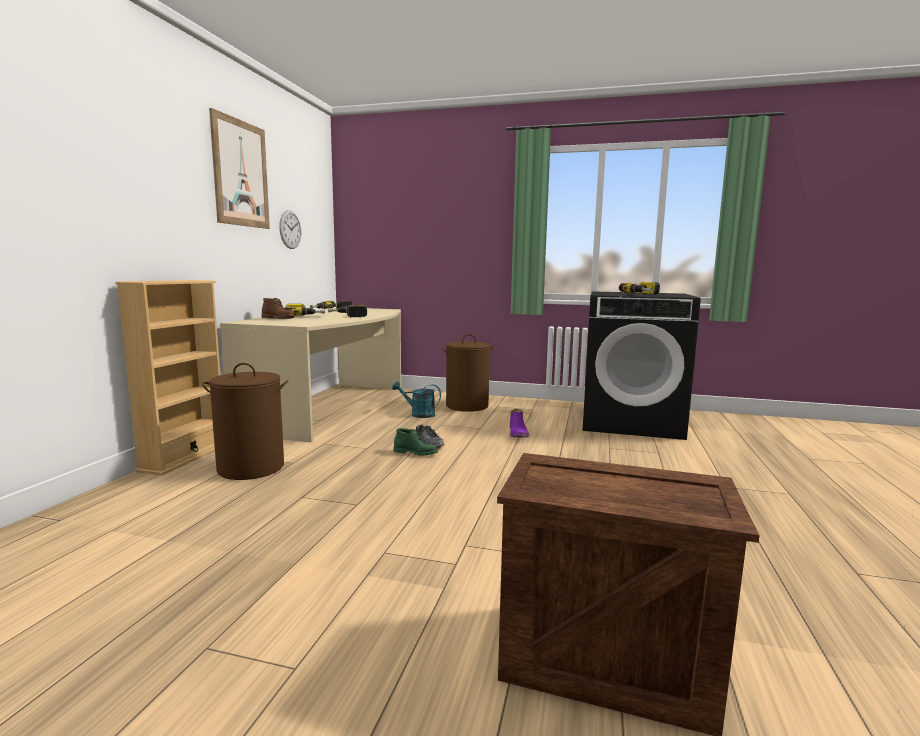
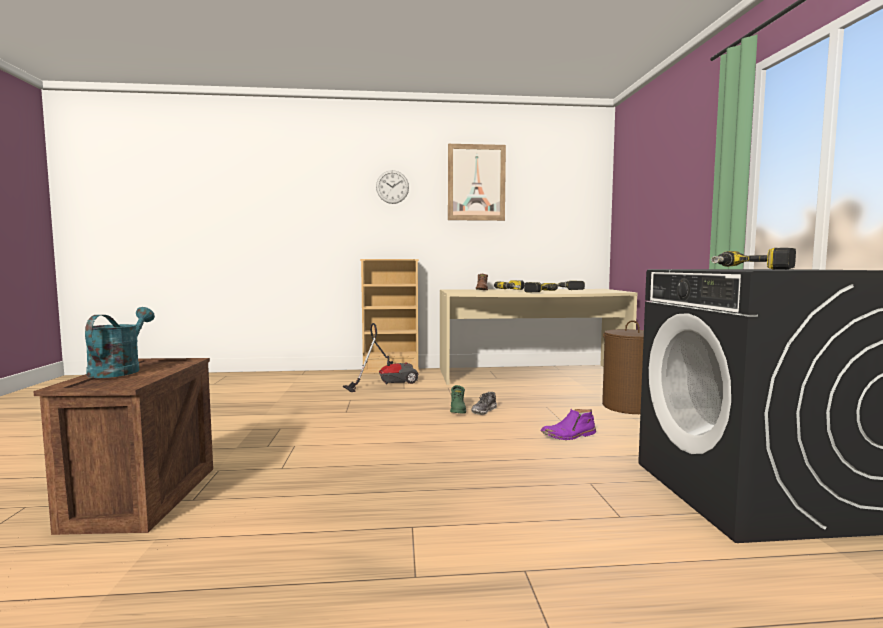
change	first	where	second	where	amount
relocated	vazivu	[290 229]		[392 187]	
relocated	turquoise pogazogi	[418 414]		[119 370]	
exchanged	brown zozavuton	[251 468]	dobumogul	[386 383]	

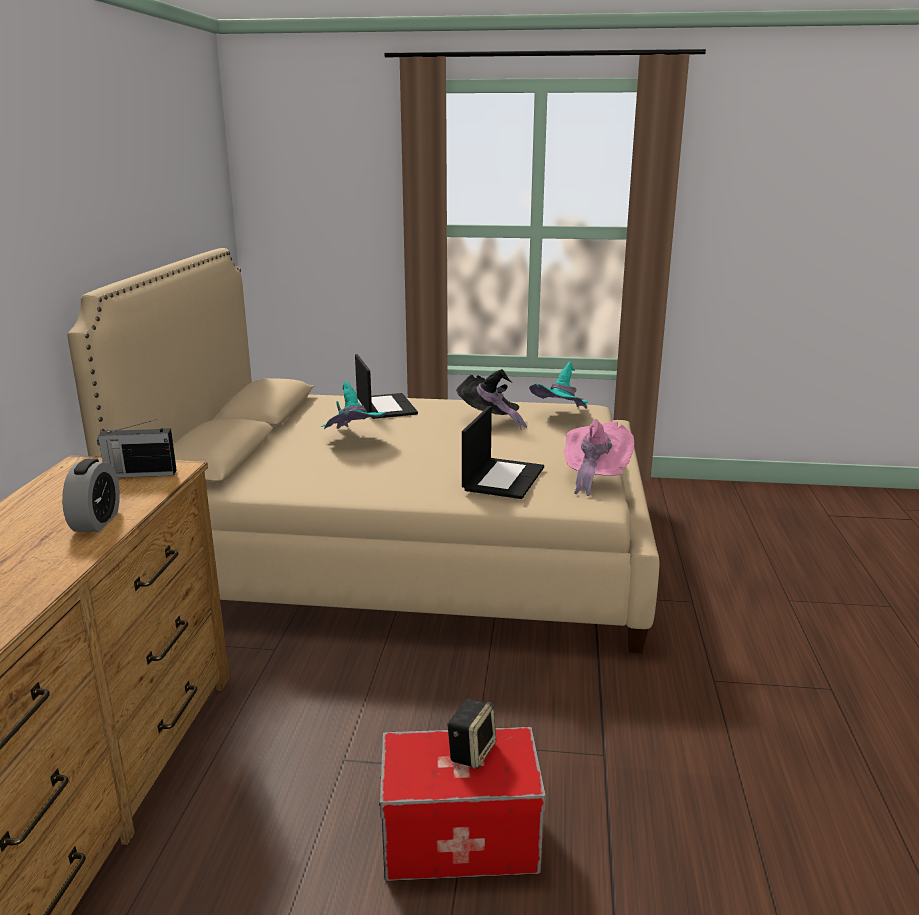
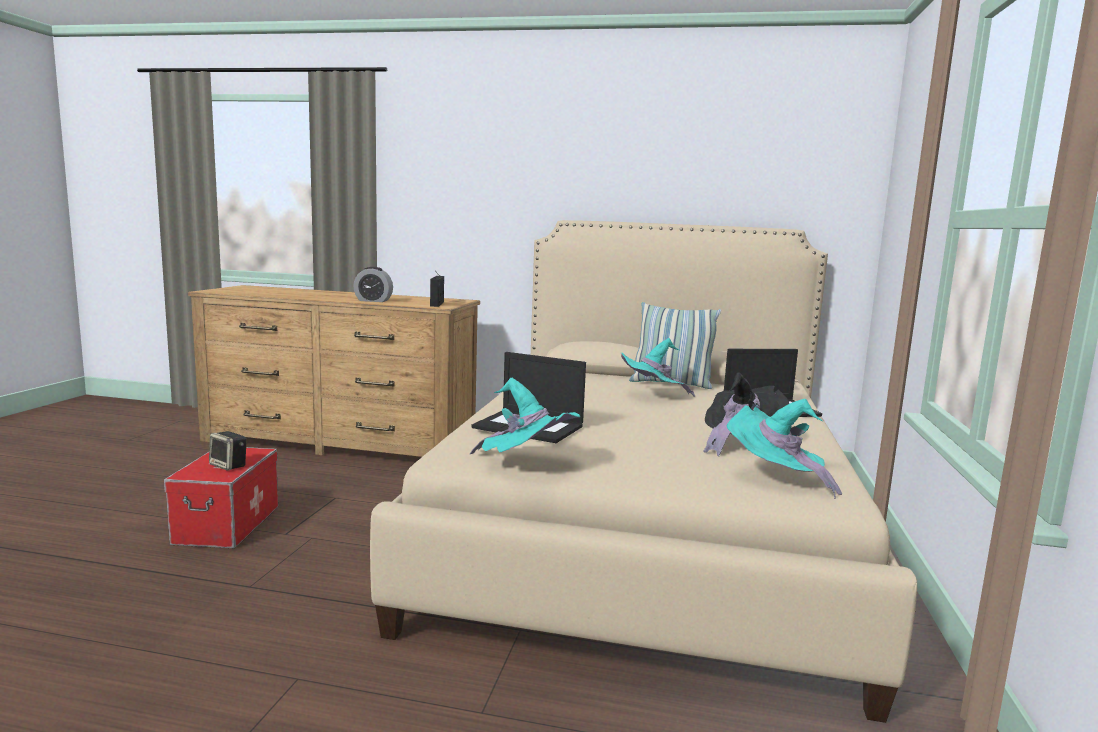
change	first	where	second	where	amount
appeared			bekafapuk	[671 383]	
colour	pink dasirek	[594 476]	turquoise dasirek	[526 463]	

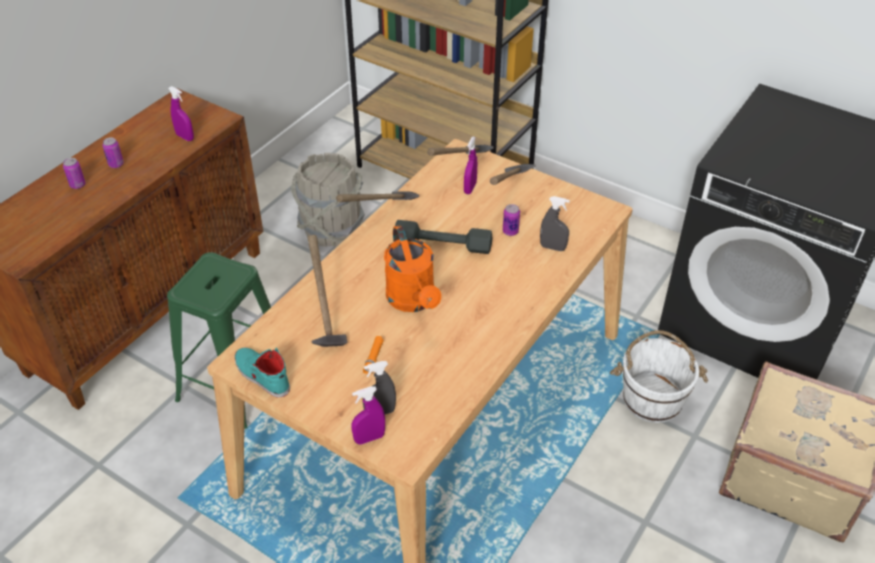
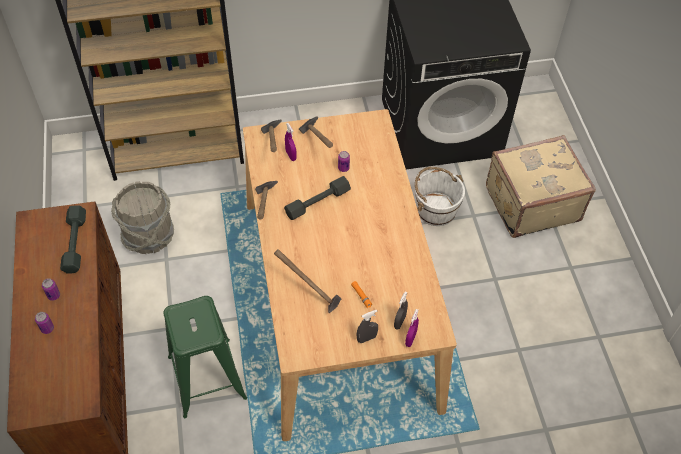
change	first	where	second	where	amount
missing	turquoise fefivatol	[261 375]			
missing	orange pogazogi	[414 301]			
relocated	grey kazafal	[552 247]		[366 338]	
exchanged	purple kazafal	[185 137]	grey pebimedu	[75 243]	

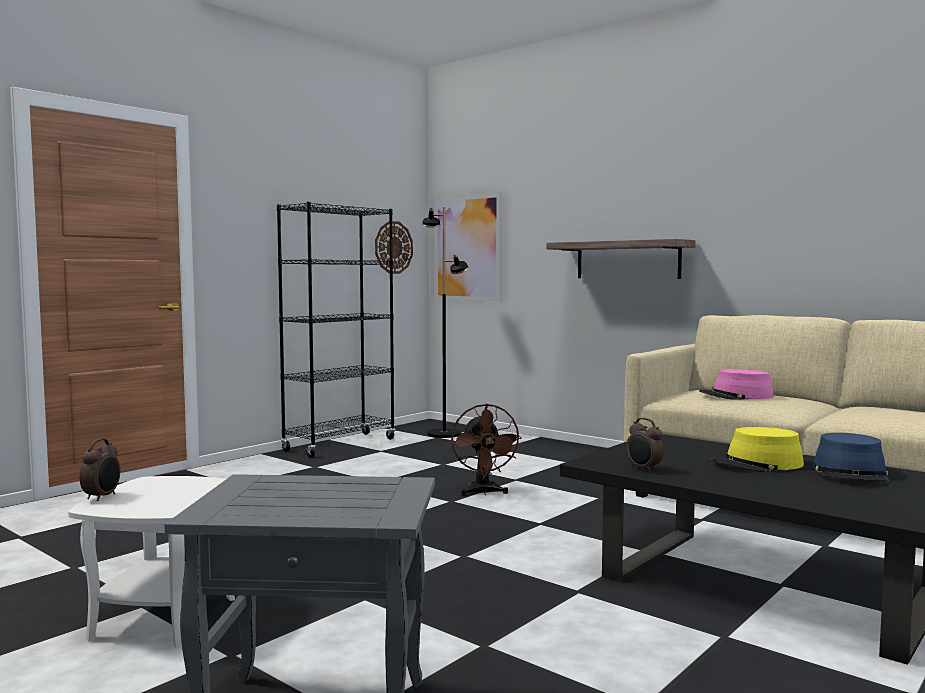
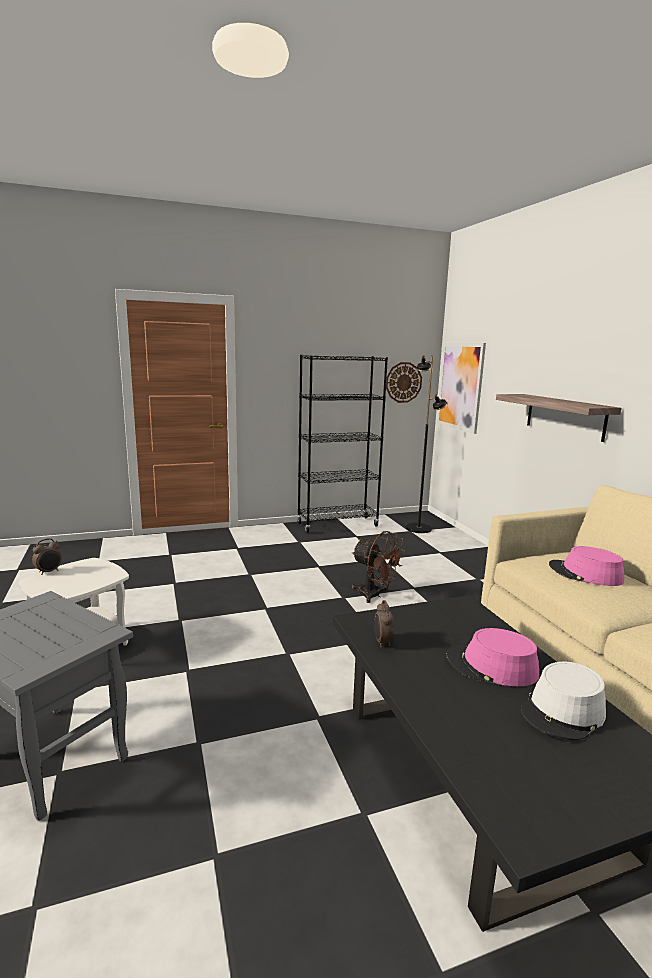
change	first	where	second	where	amount
colour	yellow dasirek	[757 464]	pink dasirek	[491 667]	
colour	blue dasirek	[850 473]	white dasirek	[563 712]	
spun	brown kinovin	[483 493]		[374 595]	75 degrees counterclockwise

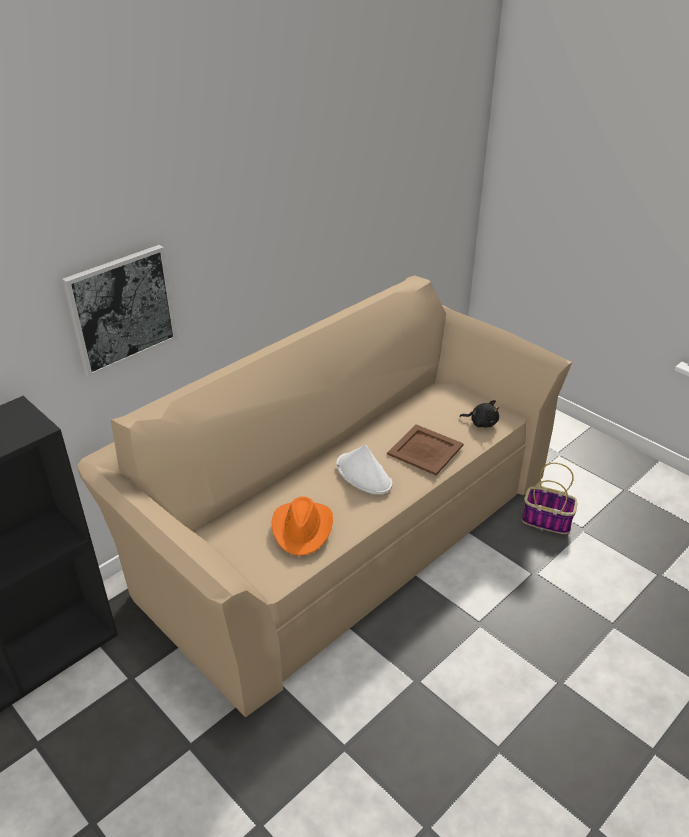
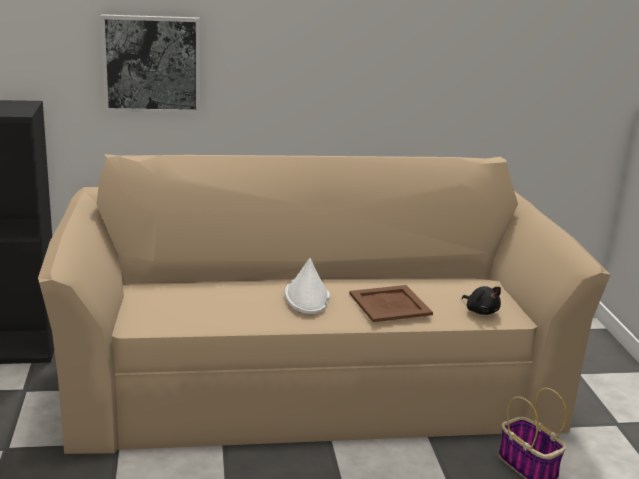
change	first	where	second	where	amount
missing	orange dasirek	[302 528]			

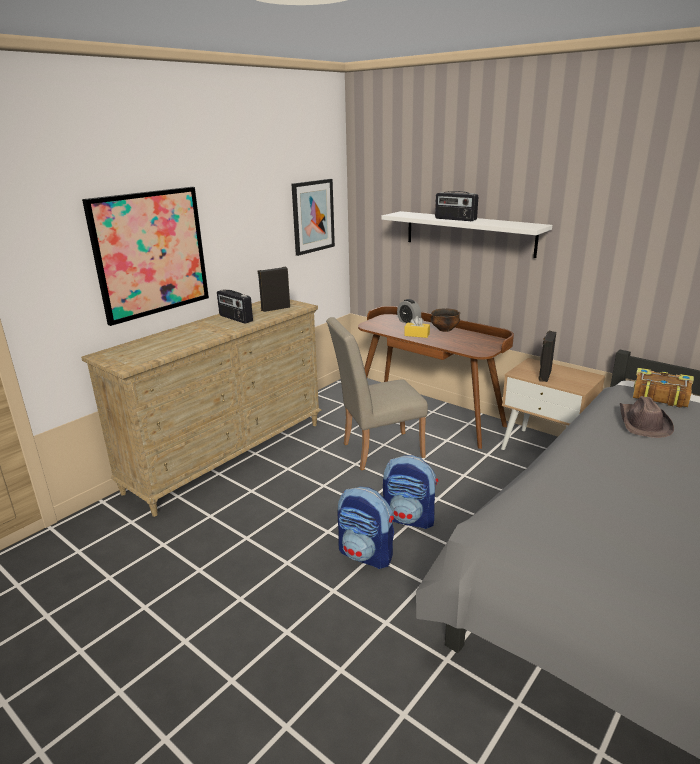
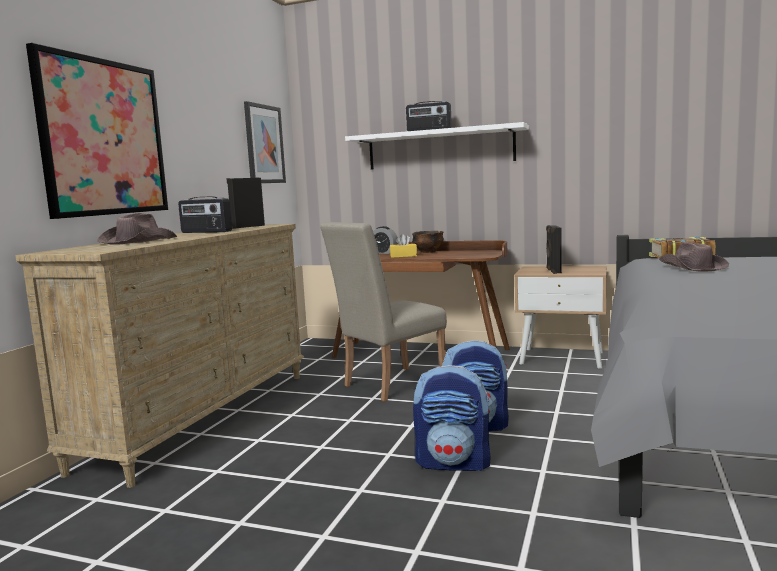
change	first	where	second	where	amount
appeared			brown dasirek	[137 241]	

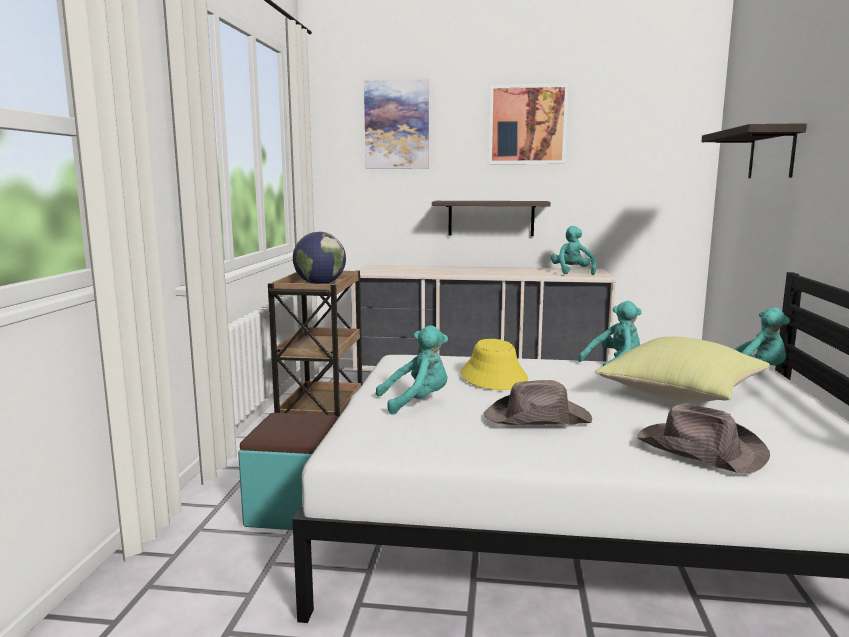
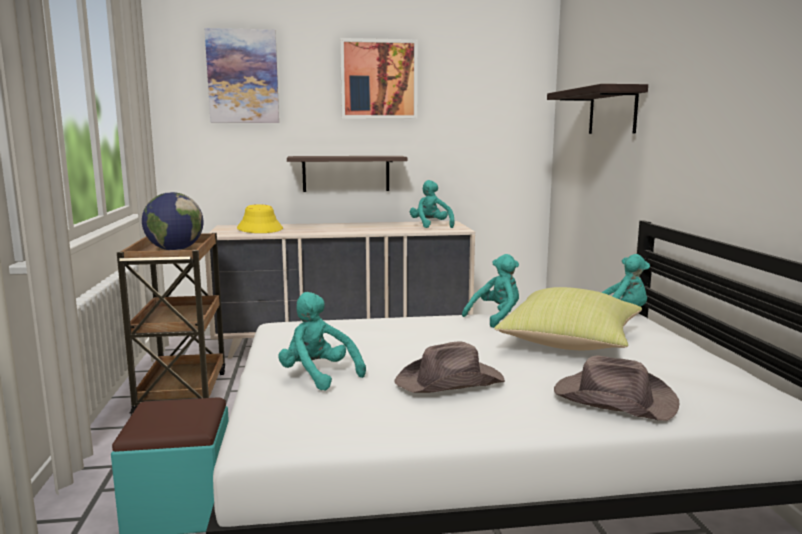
change	first	where	second	where	amount
relocated	yellow dasirek	[494 377]		[260 229]	
spun	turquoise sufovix	[417 402]		[318 376]	105 degrees counterclockwise

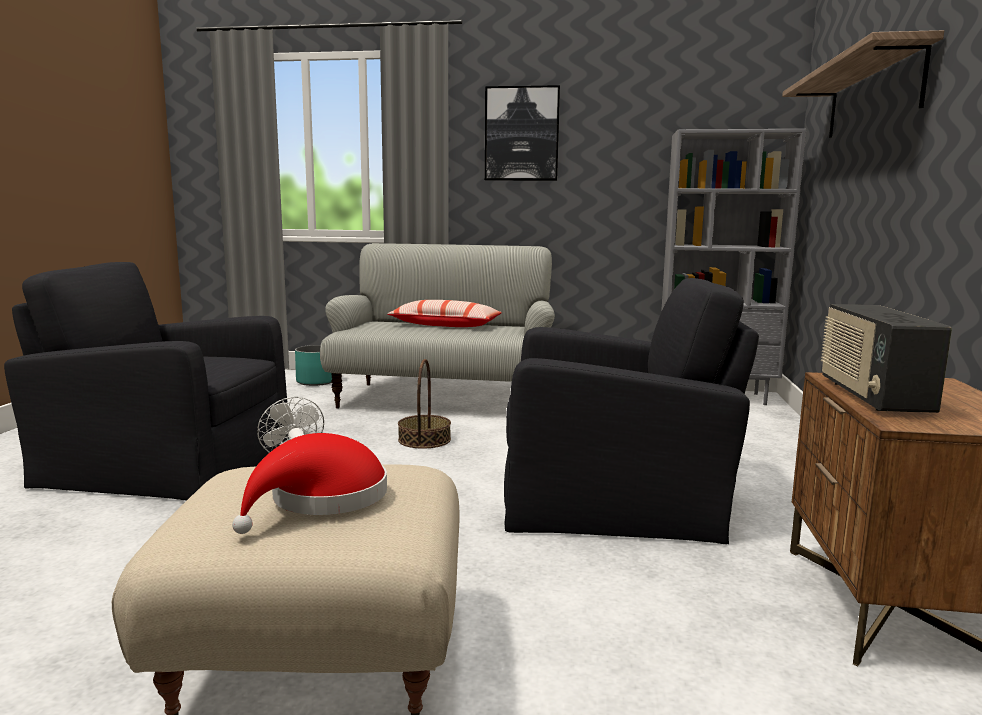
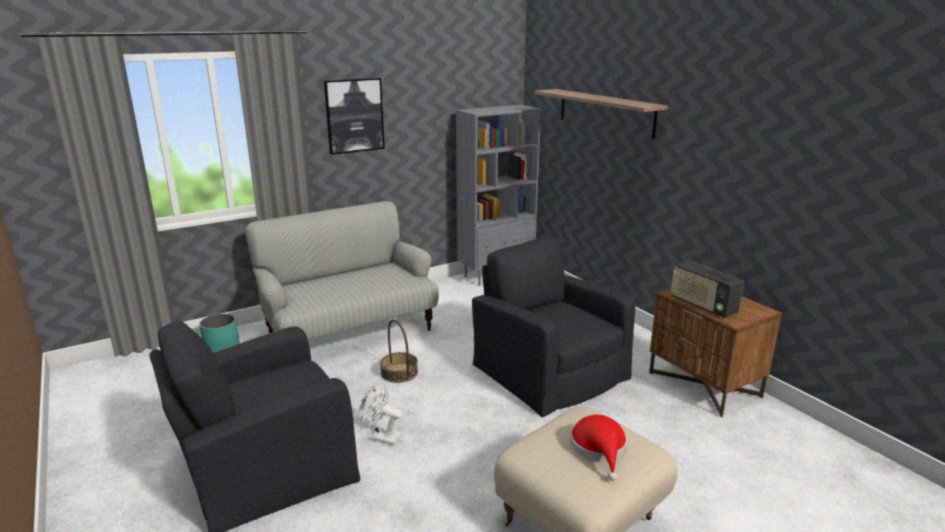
change	first	where	second	where	amount
missing	bekafapuk	[445 325]			
spun	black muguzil	[613 494]		[548 370]	90 degrees counterclockwise

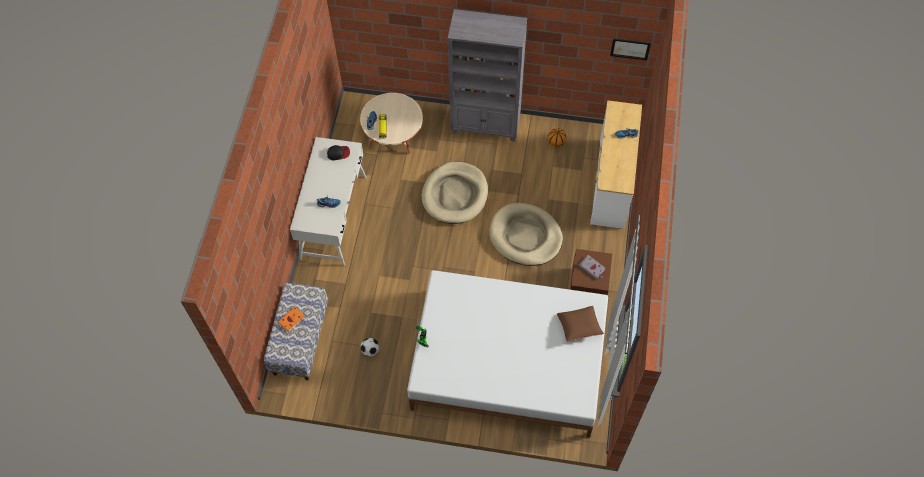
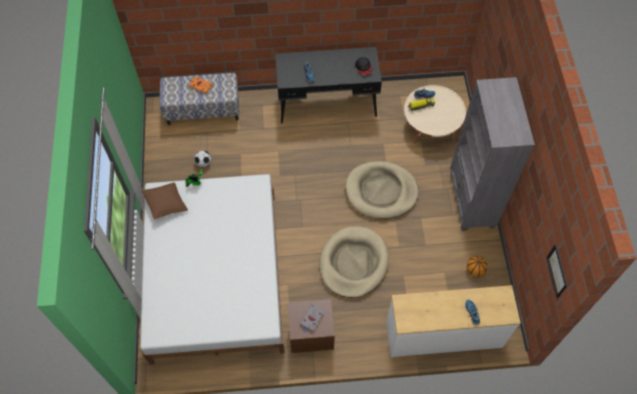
change	first	where	second	where	amount
relocated	brown bekafapuk	[579 326]		[165 204]	
colour	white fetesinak	[334 217]	black fetesinak	[327 103]	

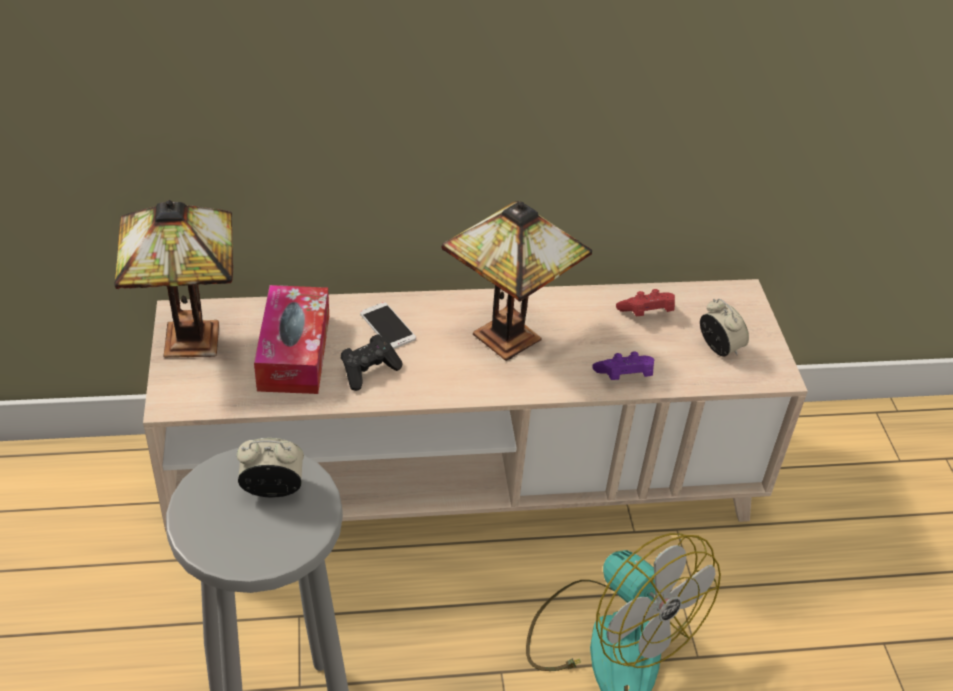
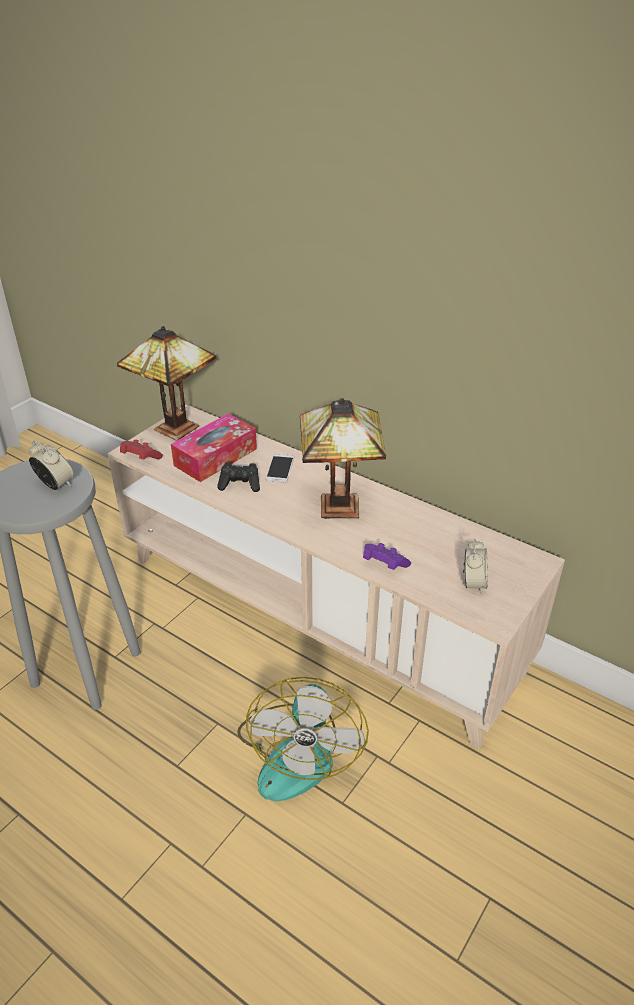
change	first	where	second	where	amount
relocated	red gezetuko	[646 313]		[140 458]	

